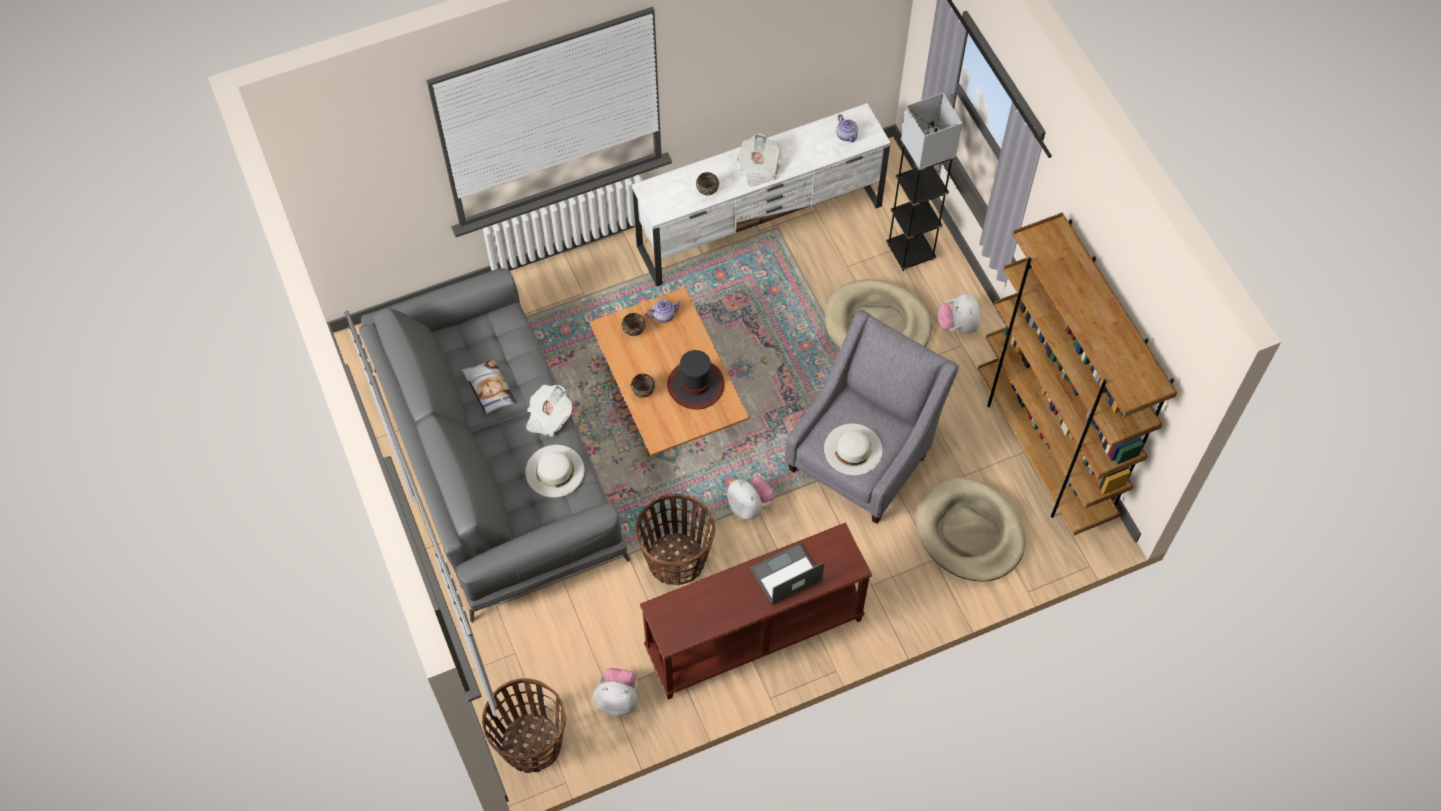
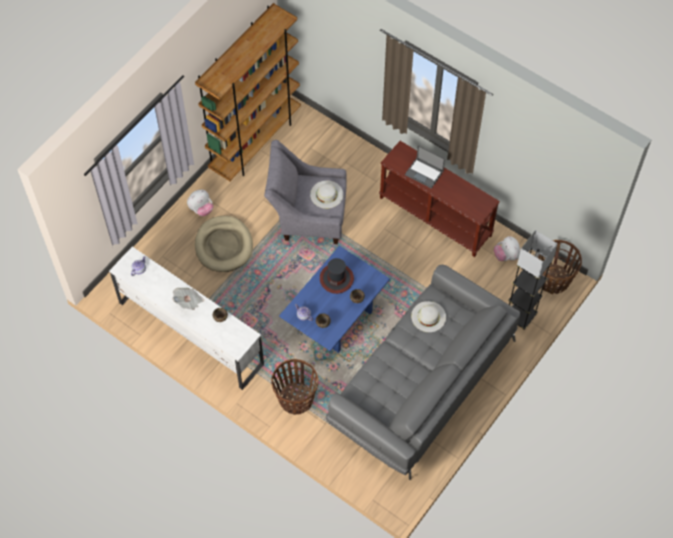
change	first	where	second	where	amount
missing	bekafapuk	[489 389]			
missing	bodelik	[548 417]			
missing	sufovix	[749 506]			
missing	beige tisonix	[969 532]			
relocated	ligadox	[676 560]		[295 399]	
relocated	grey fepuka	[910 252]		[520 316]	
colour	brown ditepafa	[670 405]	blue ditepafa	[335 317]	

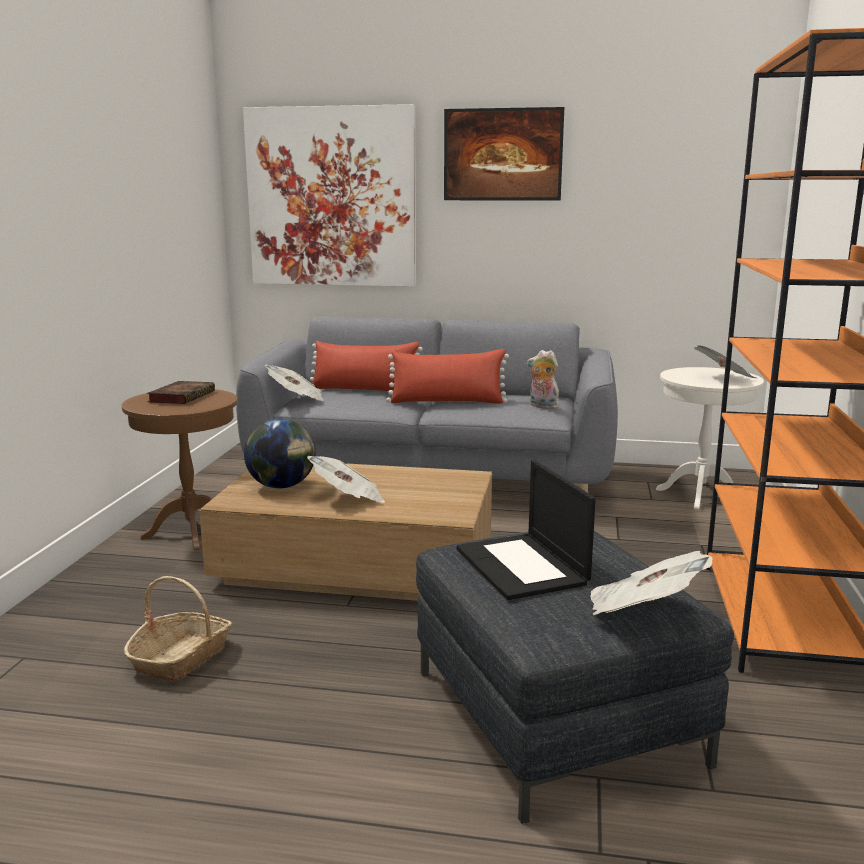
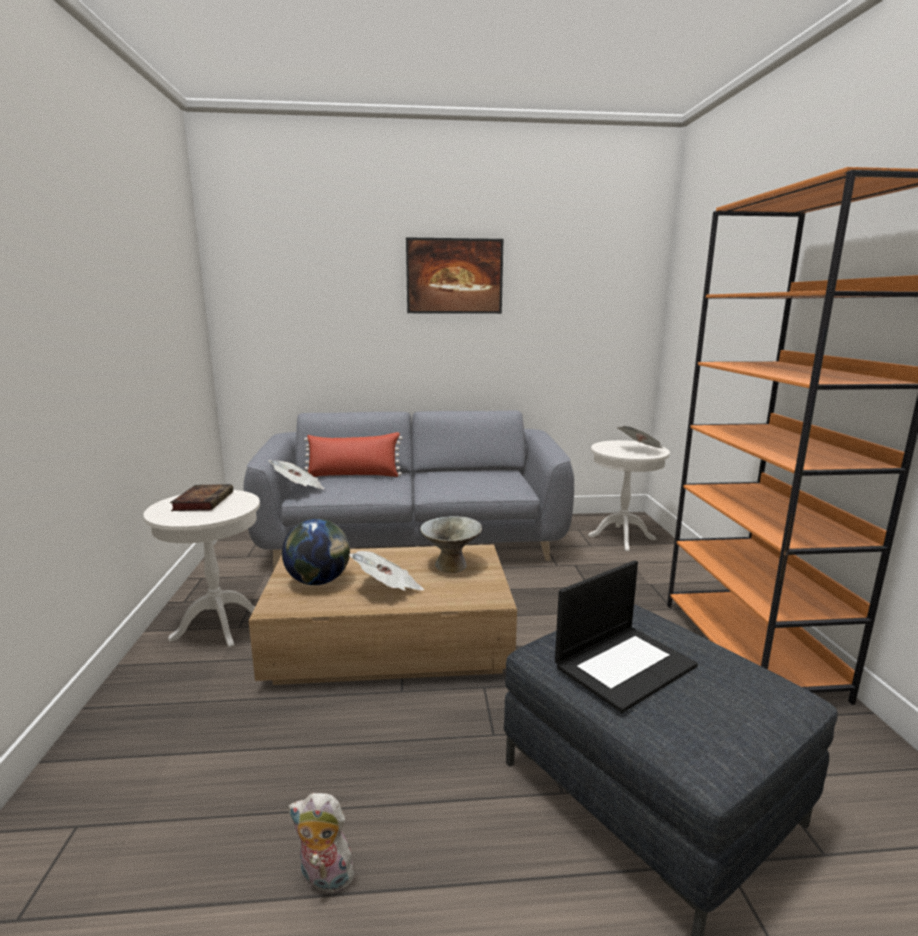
change	first	where	second	where	amount
missing	ligadox	[181 657]			
missing	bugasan	[332 197]			
missing	red bekafapuk	[447 402]			
missing	bodelik	[642 611]			
appeared			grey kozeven	[451 565]	
relocated	sufovix	[542 406]		[324 879]	
colour	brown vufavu	[191 531]	white vufavu	[219 625]	
spun	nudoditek	[523 566]		[625 665]	90 degrees counterclockwise

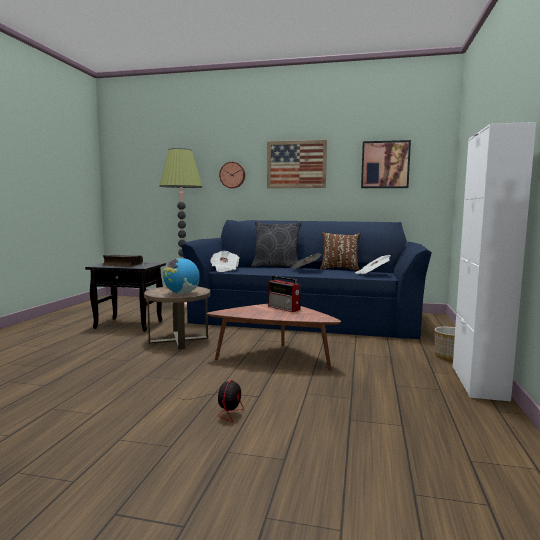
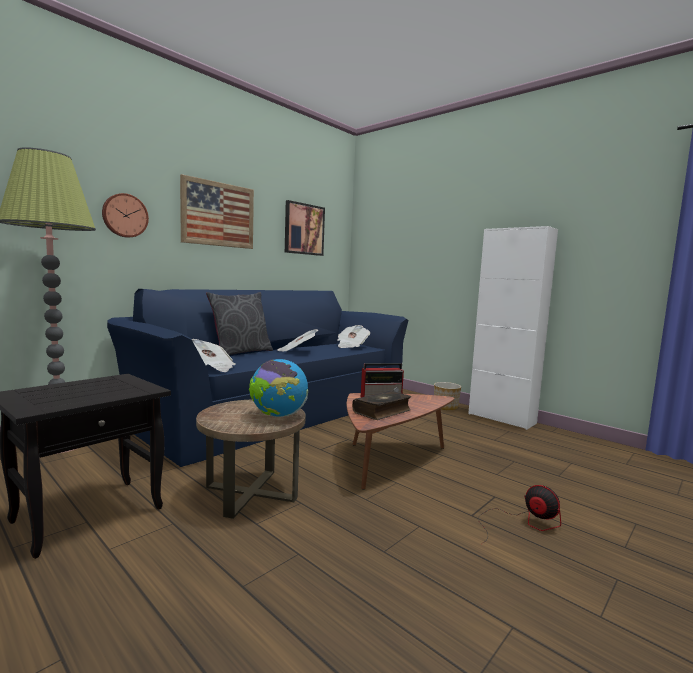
change	first	where	second	where	amount
missing	brown bekafapuk	[339 269]			
relocated	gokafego	[122 265]		[382 411]	

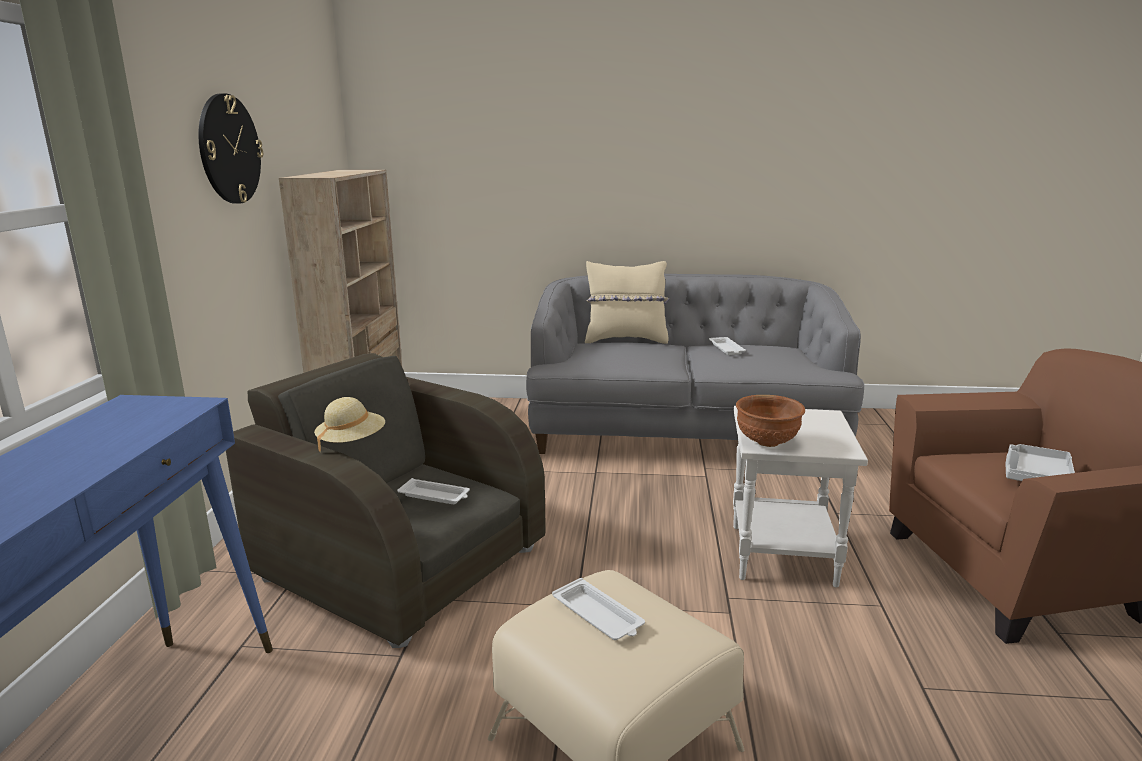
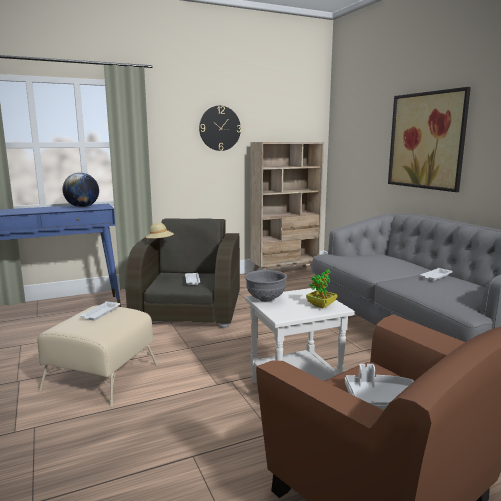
change	first	where	second	where	amount
missing	beige bekafapuk	[626 340]			
appeared			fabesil	[82 207]	
appeared			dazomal	[321 305]	
appeared			bugasan	[426 140]	
colour	brown kozeven	[766 443]	grey kozeven	[265 299]	

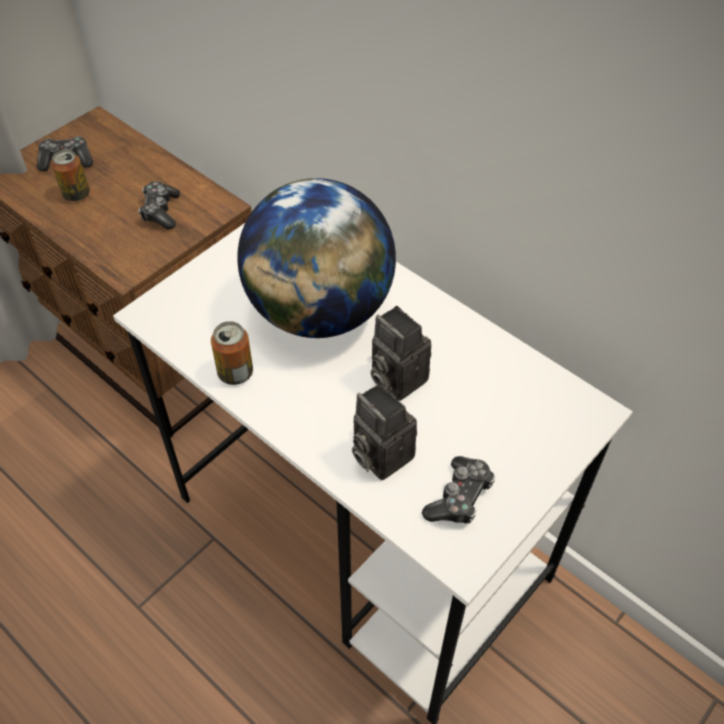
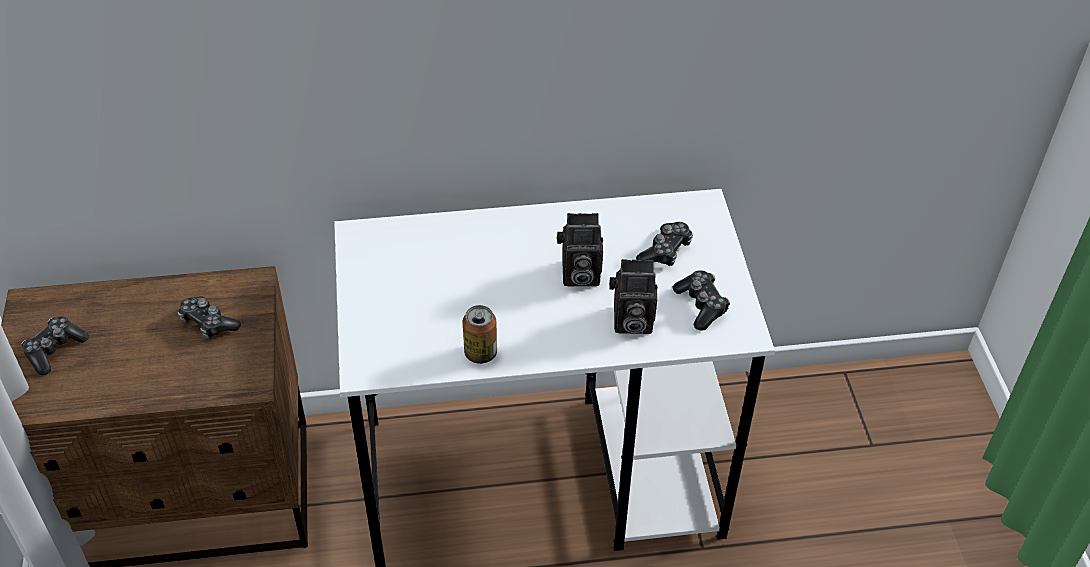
change	first	where	second	where	amount
missing	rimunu	[76 194]			
missing	fabesil	[319 311]			
appeared			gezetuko	[665 251]	

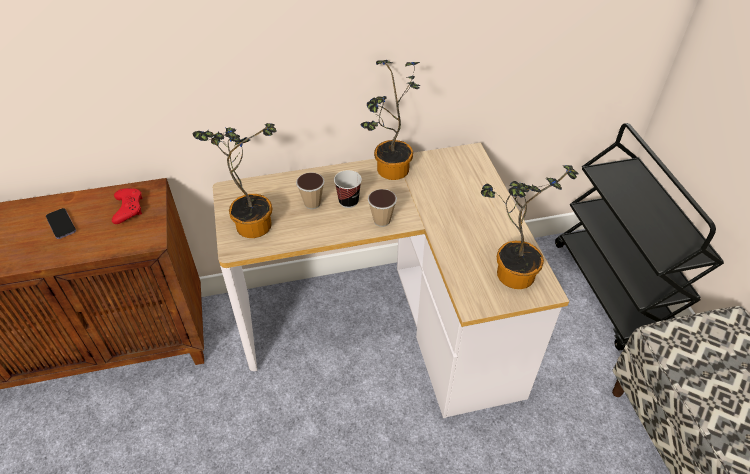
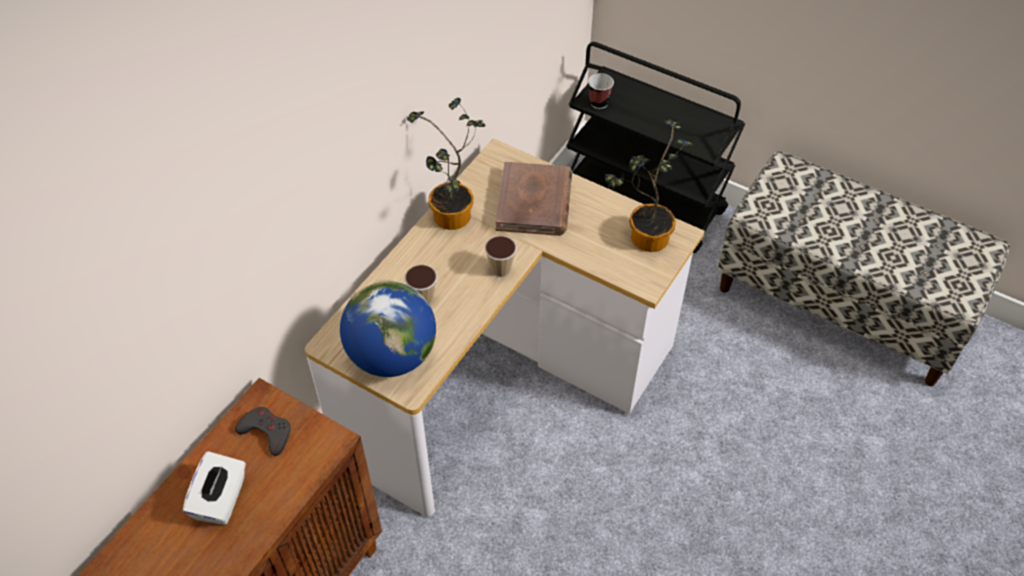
change	first	where	second	where	amount
appeared			brown gokafego	[534 202]	
relocated	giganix	[348 201]		[599 103]	
exchanged	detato	[61 224]	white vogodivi	[221 499]	
exchanged	dazomal	[251 222]	fabesil	[392 356]	
colour	red gezetuko	[128 208]	grey gezetuko	[266 432]	

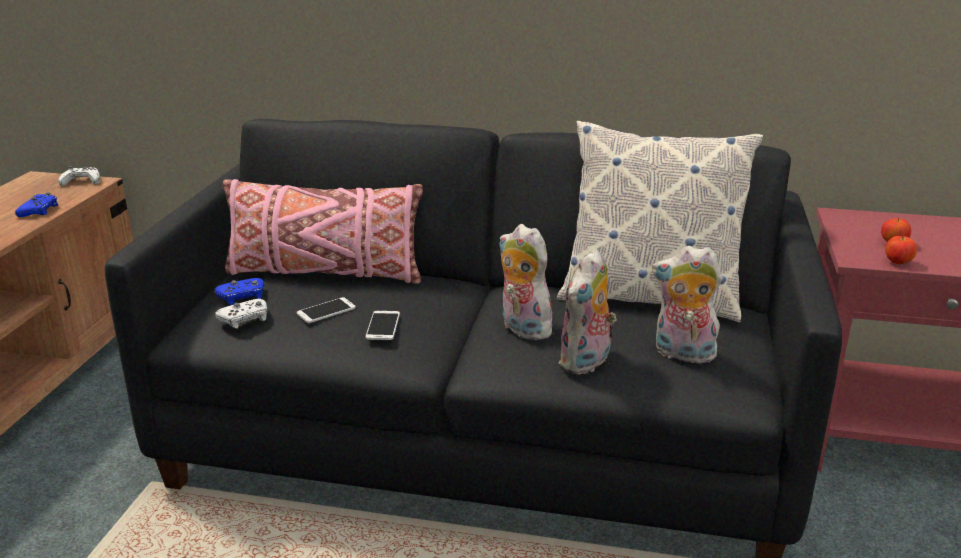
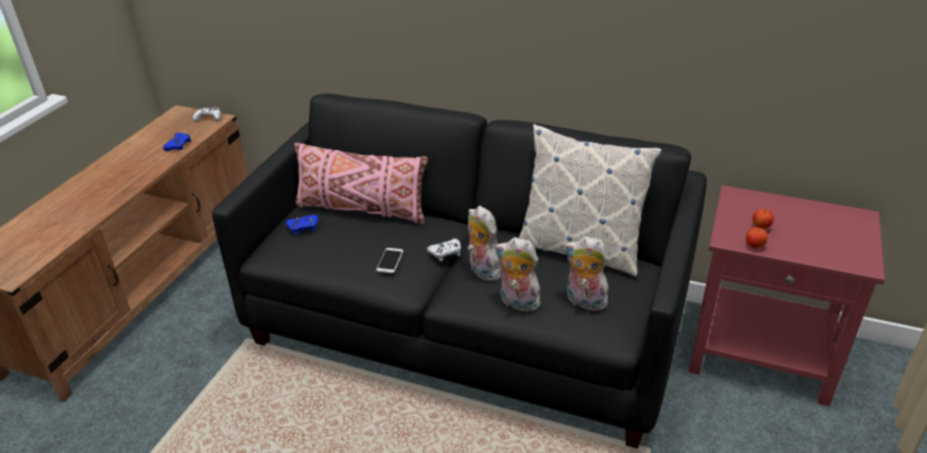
change	first	where	second	where	amount
missing	detato	[326 311]			
relocated	white gezetuko	[245 319]		[446 253]	
spun	sufovix	[586 363]		[517 303]	75 degrees clockwise

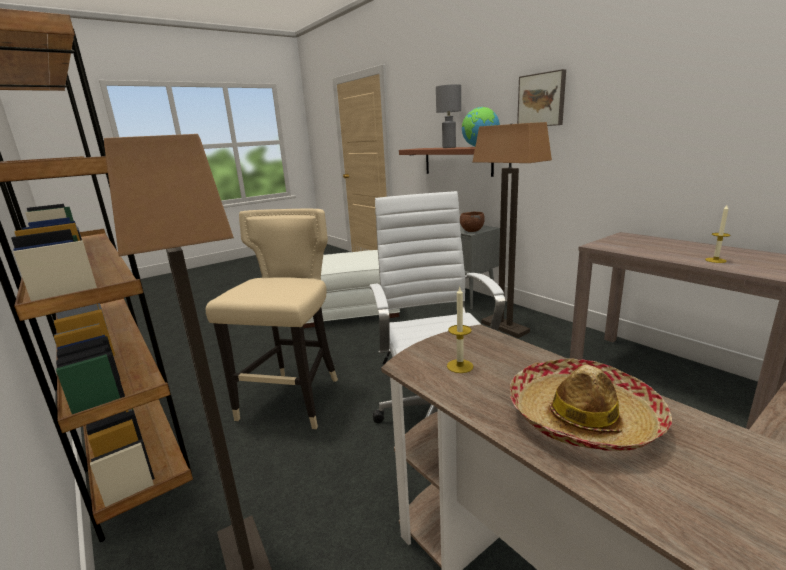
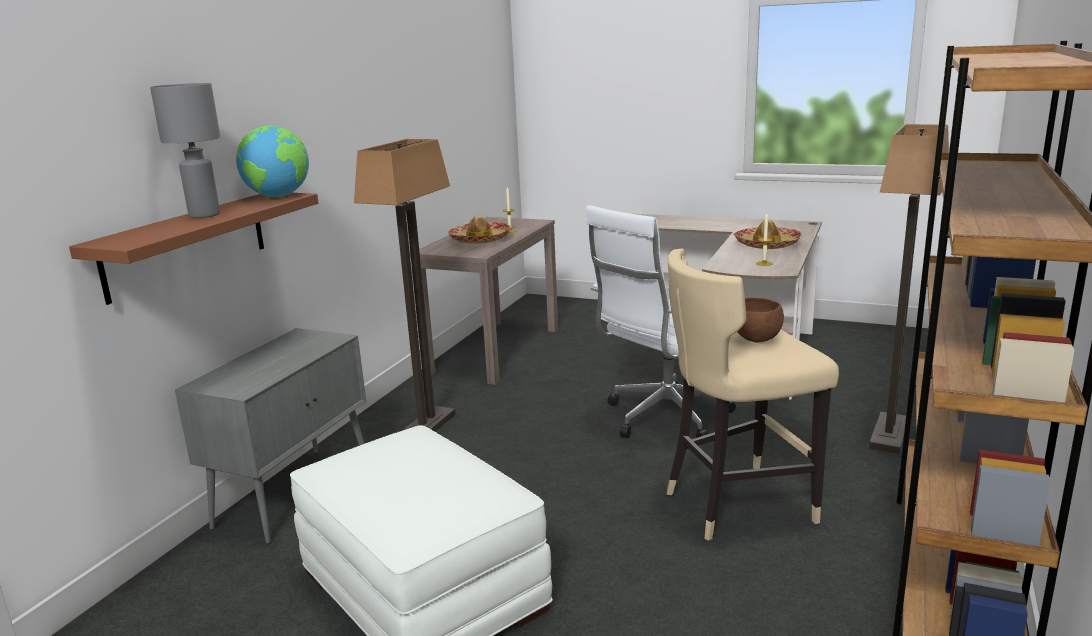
change	first	where	second	where	amount
missing	bugasan	[542 100]			
appeared			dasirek	[480 239]	
relocated	brown kozeven	[471 231]		[757 339]	

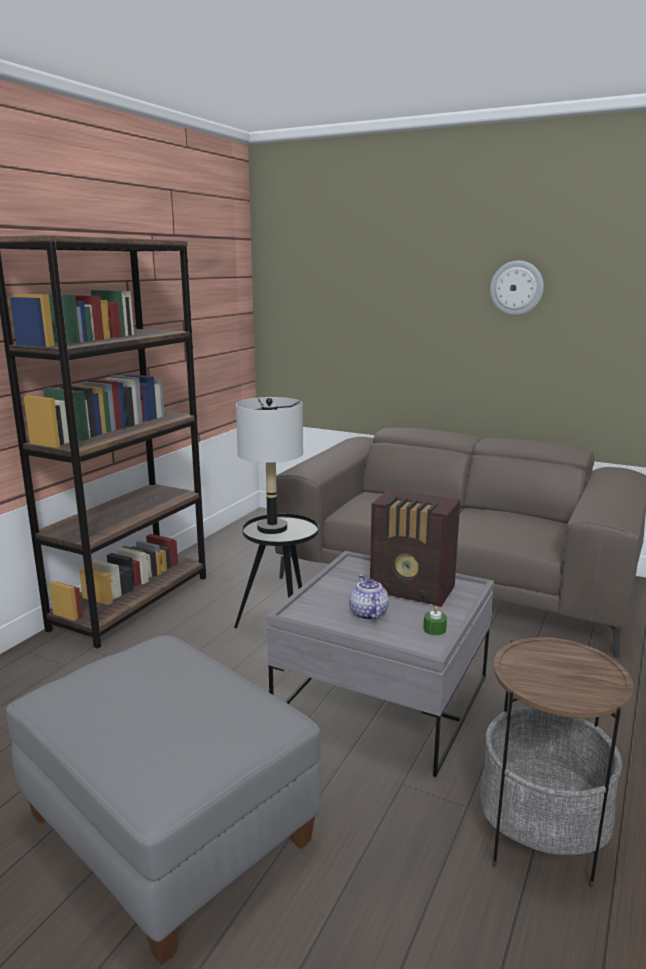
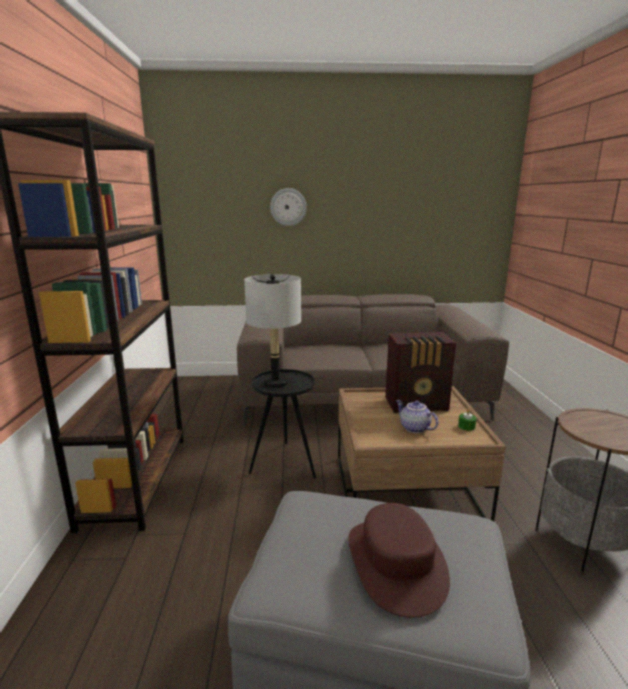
change	first	where	second	where	amount
appeared			brown dasirek	[396 563]	
relocated	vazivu	[516 288]		[288 207]	
colour	grey ditepafa	[383 699]	brown ditepafa	[405 490]	

